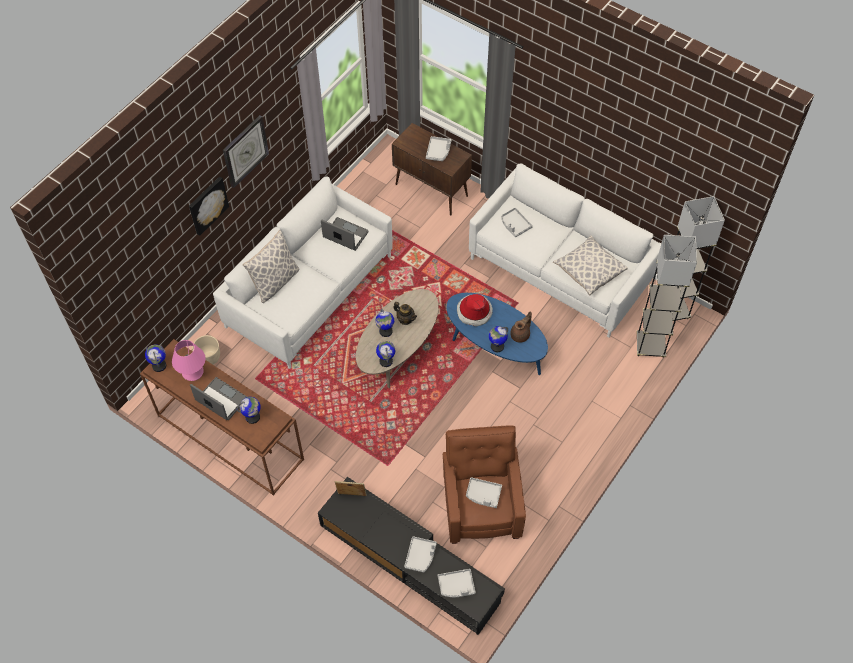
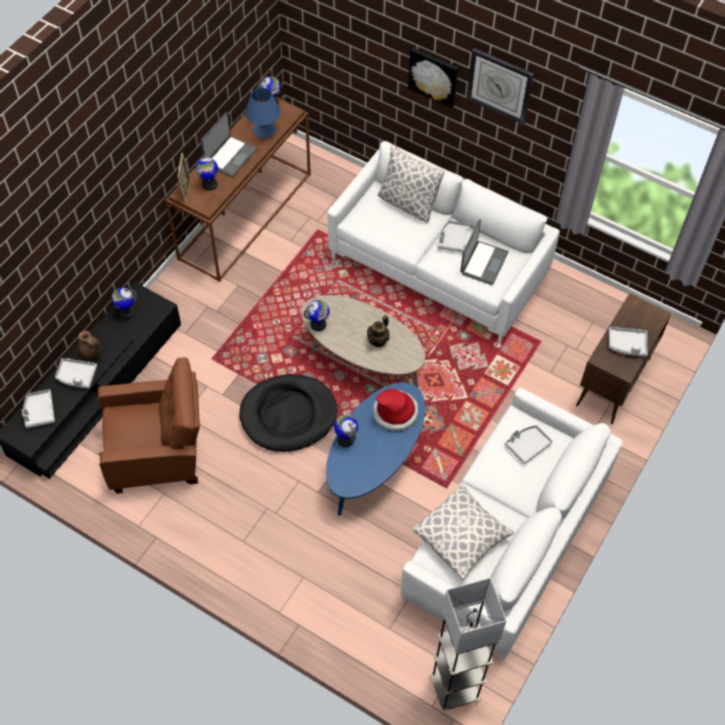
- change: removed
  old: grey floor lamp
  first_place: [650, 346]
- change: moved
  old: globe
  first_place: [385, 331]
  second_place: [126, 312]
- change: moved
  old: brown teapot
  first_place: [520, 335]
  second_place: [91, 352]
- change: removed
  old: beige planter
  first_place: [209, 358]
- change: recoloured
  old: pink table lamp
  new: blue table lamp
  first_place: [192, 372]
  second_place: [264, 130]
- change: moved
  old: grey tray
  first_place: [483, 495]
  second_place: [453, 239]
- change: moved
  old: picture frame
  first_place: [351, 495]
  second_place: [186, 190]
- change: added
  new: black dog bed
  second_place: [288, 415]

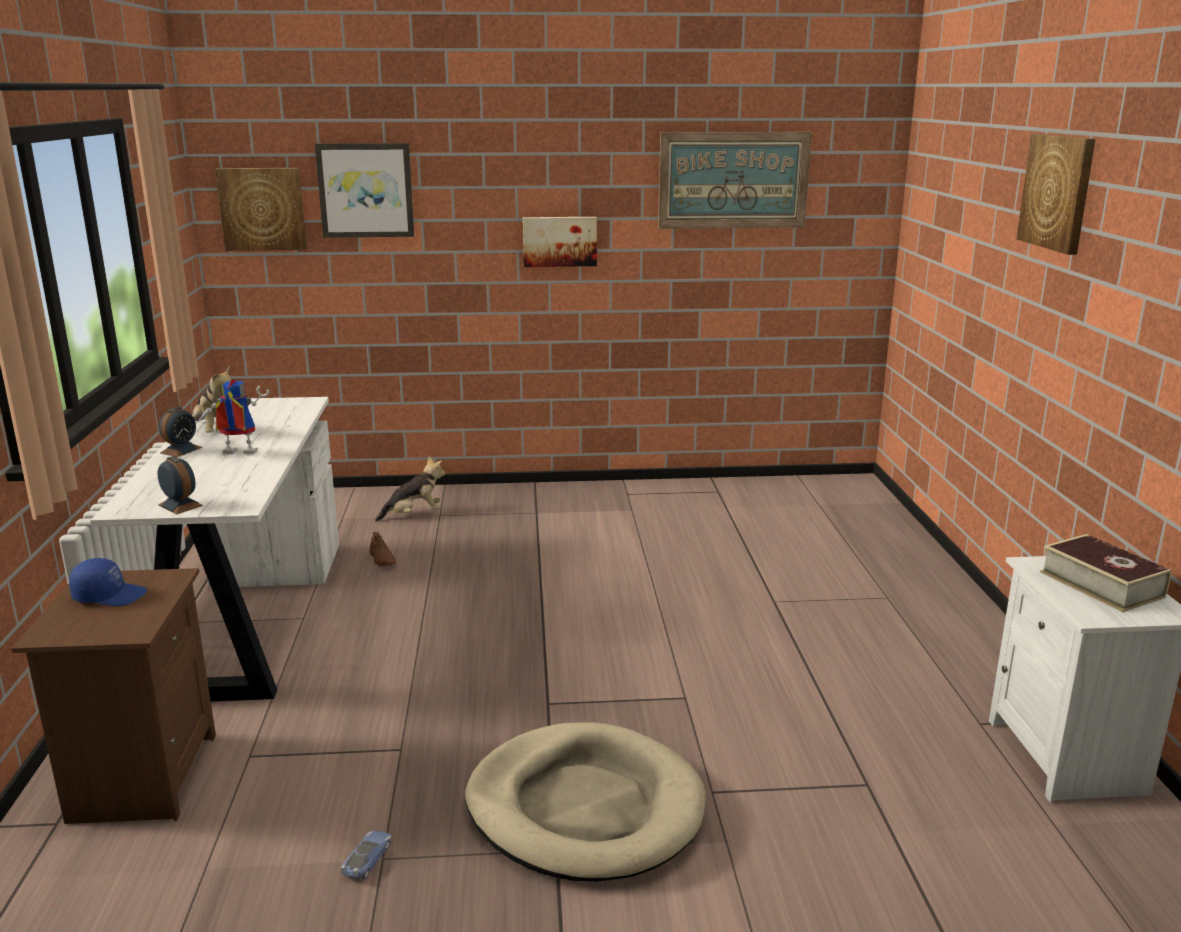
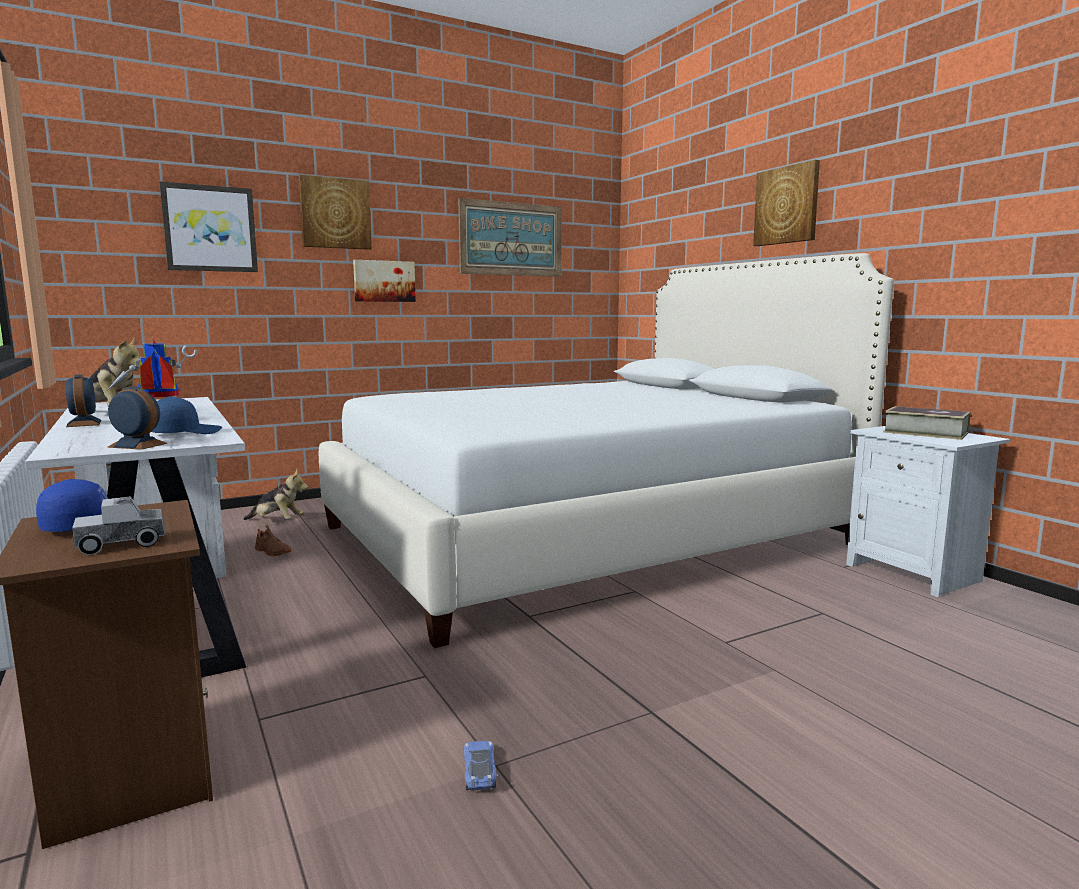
- change: moved
  old: picture
  first_place: [262, 209]
  second_place: [335, 213]
- change: turned
  old: alarm clock
  first_place: [181, 450]
  second_place: [84, 423]
  degrees: 150
- change: turned
  old: plush toy
  first_place: [414, 515]
  second_place: [277, 522]
  degrees: 60
- change: removed
  old: beige dog bed
  first_place: [585, 808]
- change: added
  new: white bed
  second_place: [587, 535]
- change: added
  new: blue cap
  second_place: [185, 433]
- change: added
  new: toy truck
  second_place: [122, 544]

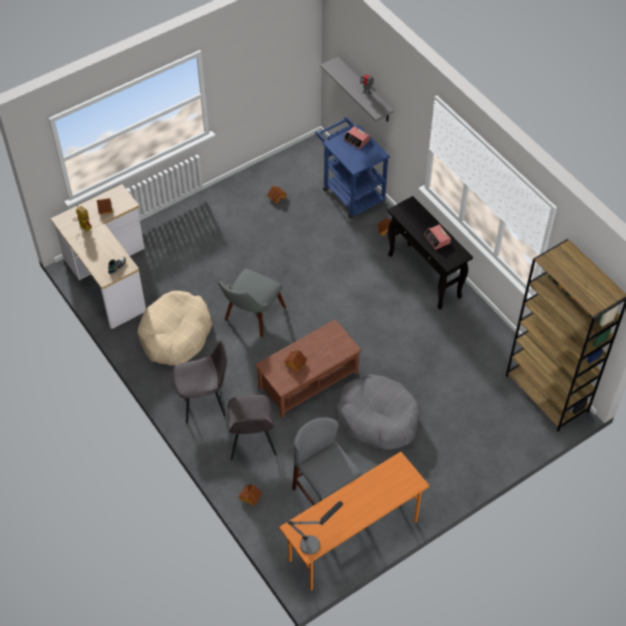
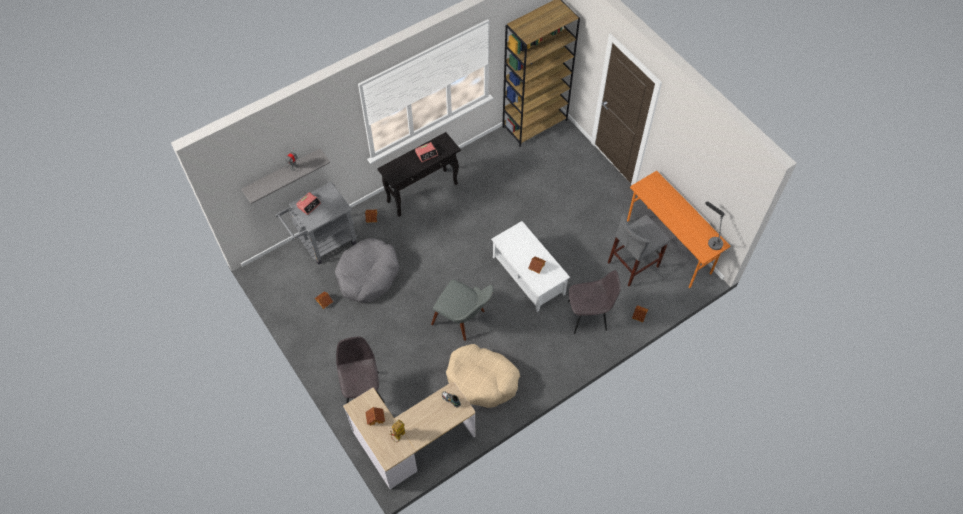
- change: recoloured
  old: blue cart
  new: grey cart
  first_place: [350, 192]
  second_place: [323, 243]
- change: recoloured
  old: brown coffee table
  new: white coffee table
  first_place: [308, 381]
  second_place: [529, 275]
- change: moved
  old: grey chair
  first_place: [204, 401]
  second_place: [362, 390]
- change: moved
  old: grey dog bed
  first_place: [378, 418]
  second_place: [368, 275]

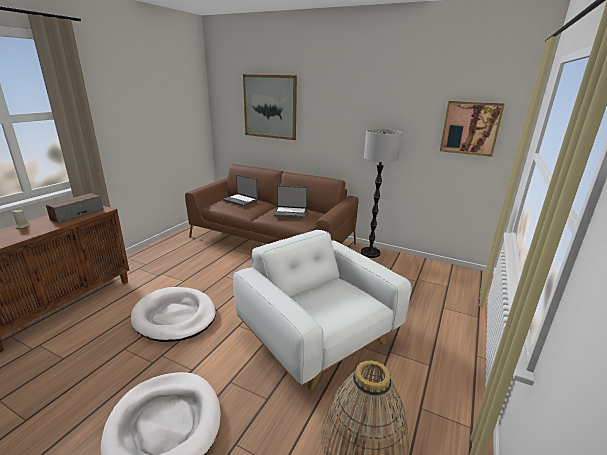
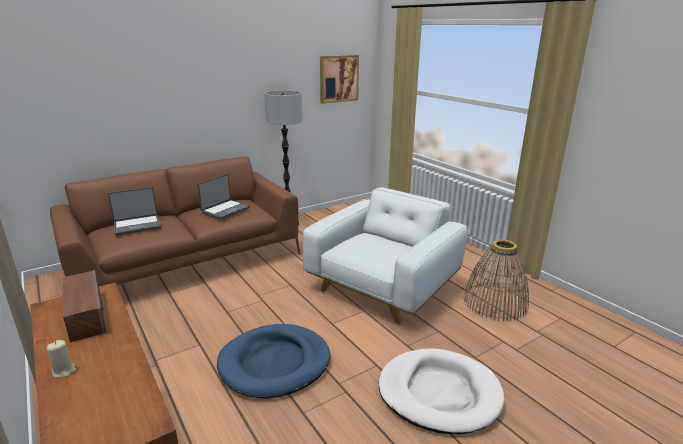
- change: removed
  old: picture
  first_place: [270, 107]
- change: turned
  old: white armchair
  first_place: [318, 336]
  second_place: [383, 287]
  degrees: 135
- change: recoloured
  old: white dog bed
  new: blue dog bed
  first_place: [175, 317]
  second_place: [275, 363]

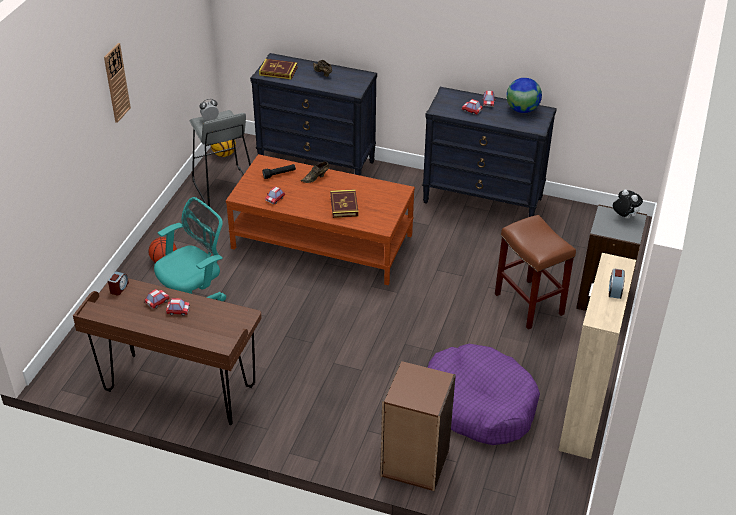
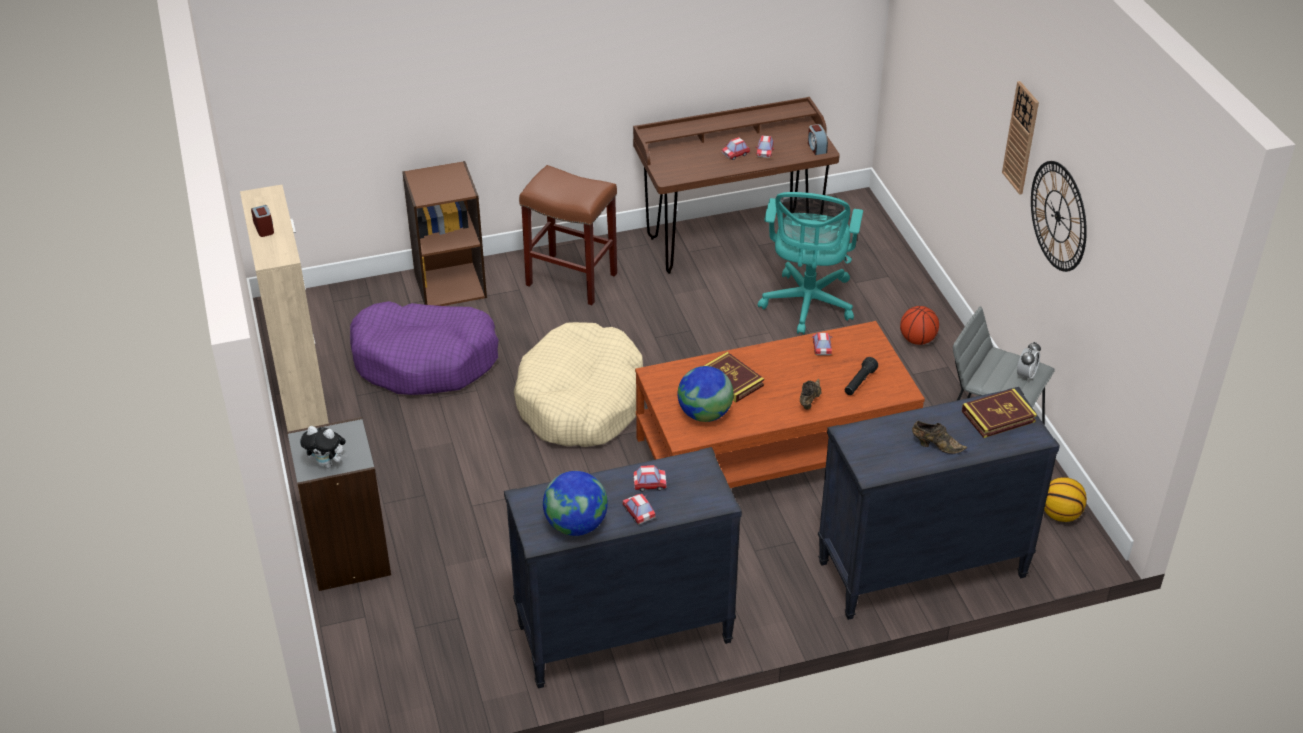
- change: moved
  old: brown stool
  first_place: [530, 304]
  second_place: [570, 279]
- change: added
  new: wall clock
  second_place: [1058, 216]
- change: added
  new: beige dog bed
  second_place: [581, 401]
- change: added
  new: globe
  second_place: [704, 414]

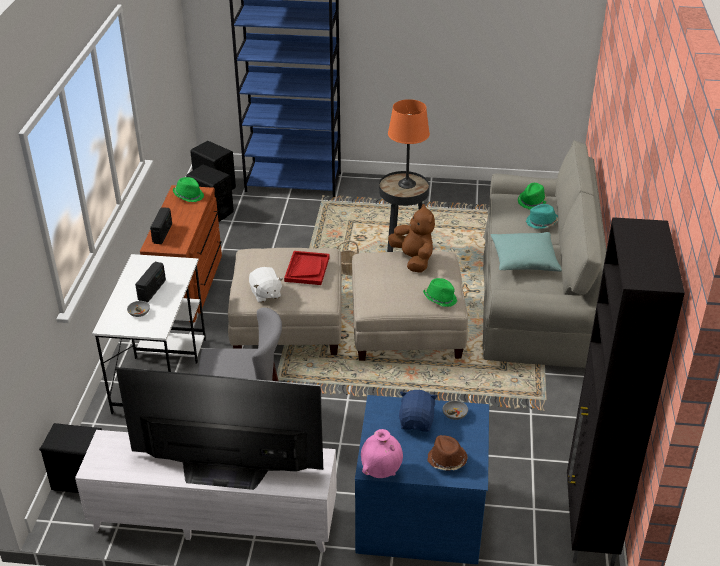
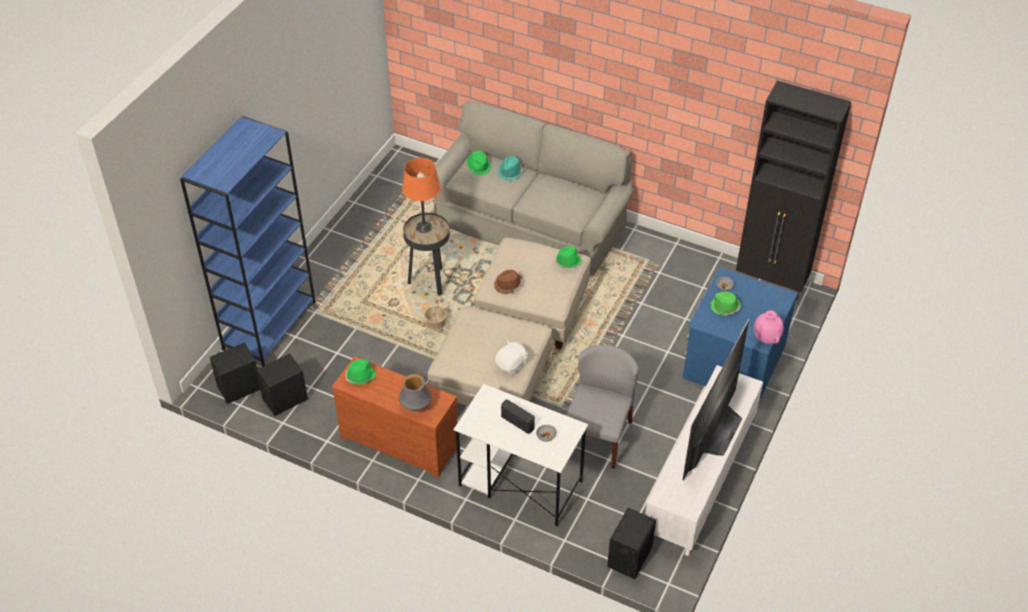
- change: removed
  old: brown plush toy
  first_place: [413, 259]
- change: replaced
  old: radio
  new: vase
  first_place: [162, 233]
  second_place: [415, 406]
- change: removed
  old: turquoise pillow
  first_place: [524, 261]
- change: removed
  old: red tray
  first_place: [307, 269]
- change: turned
  old: white plush toy
  first_place: [265, 294]
  second_place: [511, 365]
  degrees: -45
- change: replaced
  old: blue plush toy
  new: green hat
  first_place: [417, 422]
  second_place: [725, 307]
- change: moved
  old: brown hat
  first_place: [446, 460]
  second_place: [508, 285]

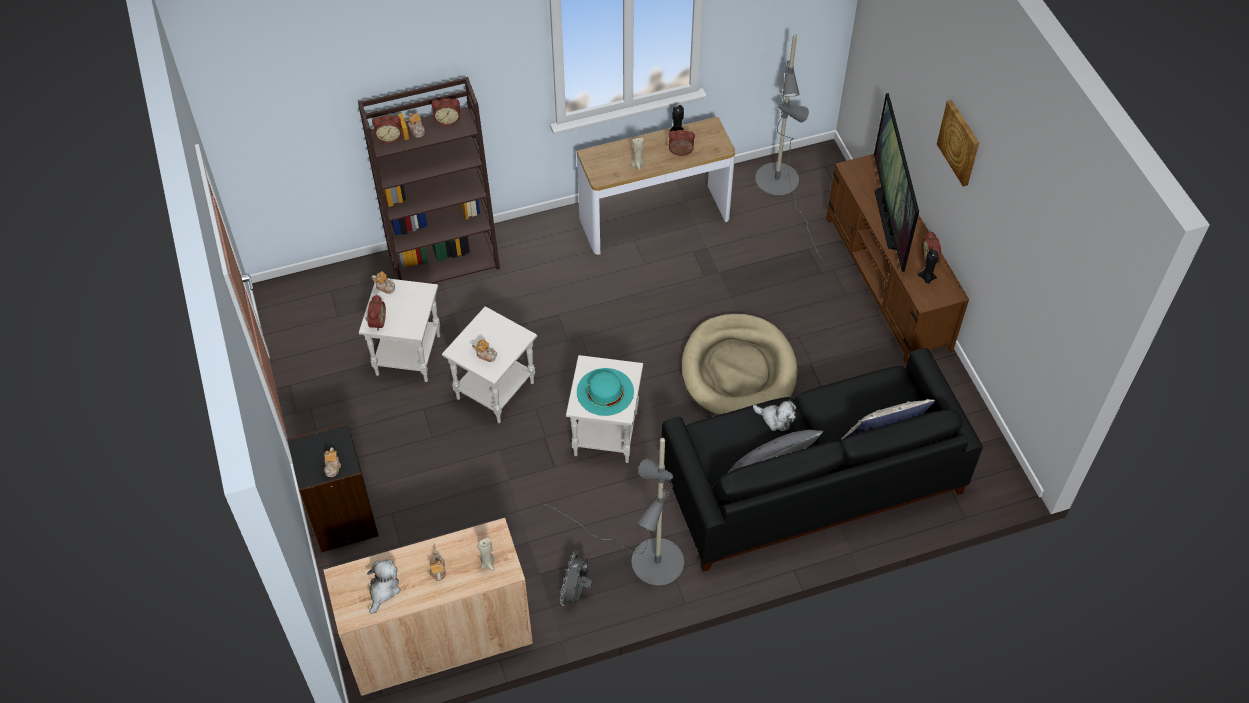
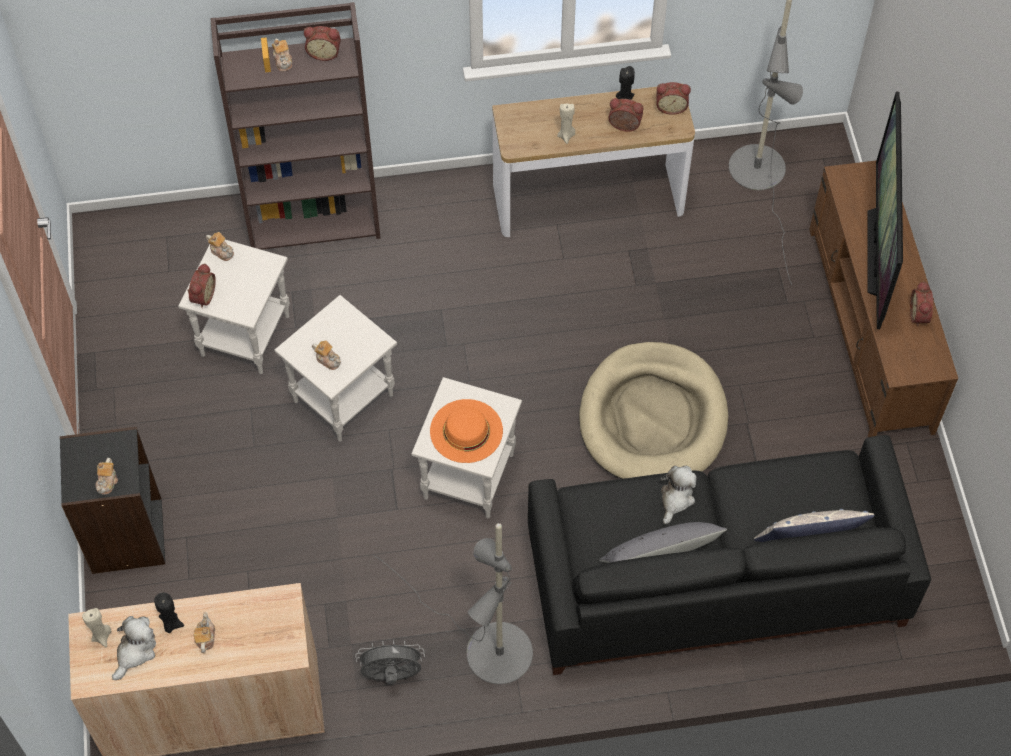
- change: removed
  old: picture
  first_place: [959, 142]
- change: moved
  old: alarm clock
  first_place: [389, 137]
  second_place: [671, 107]
- change: moved
  old: black candle
  first_place: [927, 278]
  second_place: [171, 623]
- change: recoloured
  old: turquoise hat
  new: orange hat
  first_place: [605, 391]
  second_place: [466, 431]
- change: turned
  old: plush toy
  first_place: [776, 419]
  second_place: [676, 499]
  degrees: -105
- change: moved
  old: beige candle
  first_place: [488, 563]
  second_place: [102, 636]
- change: turned
  old: grey fan
  first_place: [576, 592]
  second_place: [391, 676]
  degrees: 60

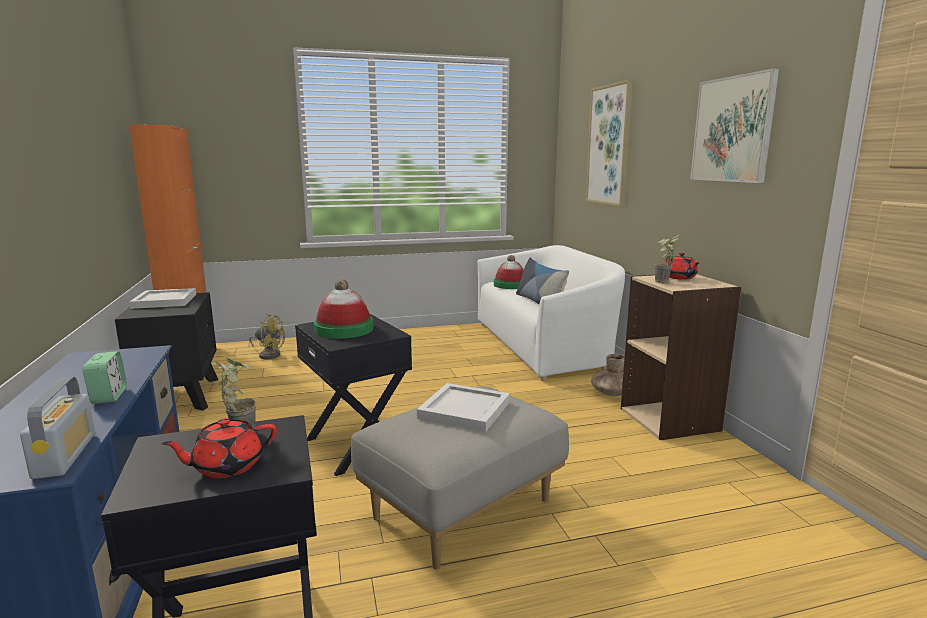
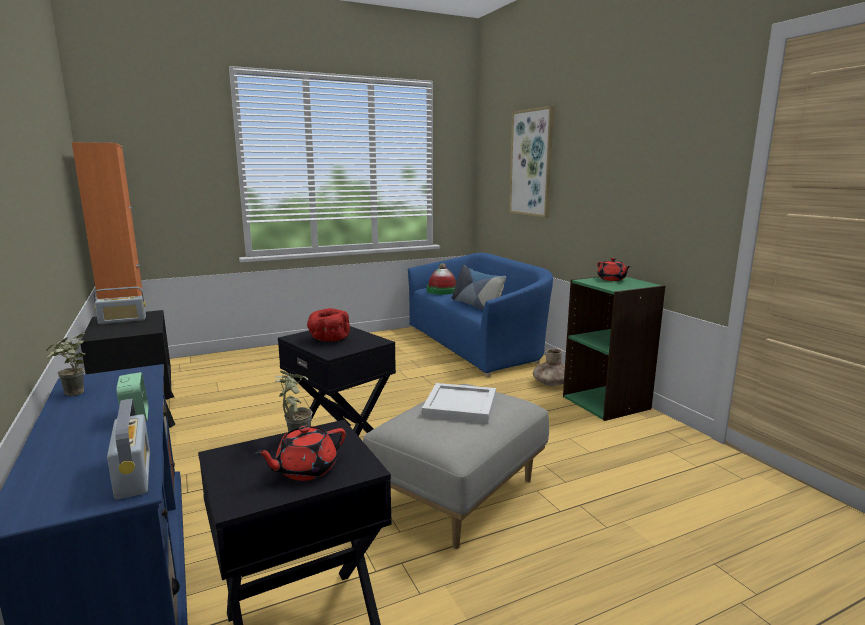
- change: removed
  old: picture
  first_place: [732, 129]
- change: moved
  old: potted plant
  first_place: [663, 283]
  second_place: [73, 395]
- change: recoloured
  old: white sofa
  new: blue sofa
  first_place: [543, 345]
  second_place: [476, 345]
- change: recoloured
  old: beige bookcase
  new: green bookcase
  first_place: [670, 419]
  second_place: [606, 402]
- change: replaced
  old: hat
  new: red bowl
  first_place: [344, 329]
  second_place: [328, 339]
- change: replaced
  old: white tray
  new: radio
  first_place: [166, 301]
  second_place: [122, 320]
- change: removed
  old: yellow fan
  first_place: [269, 354]

